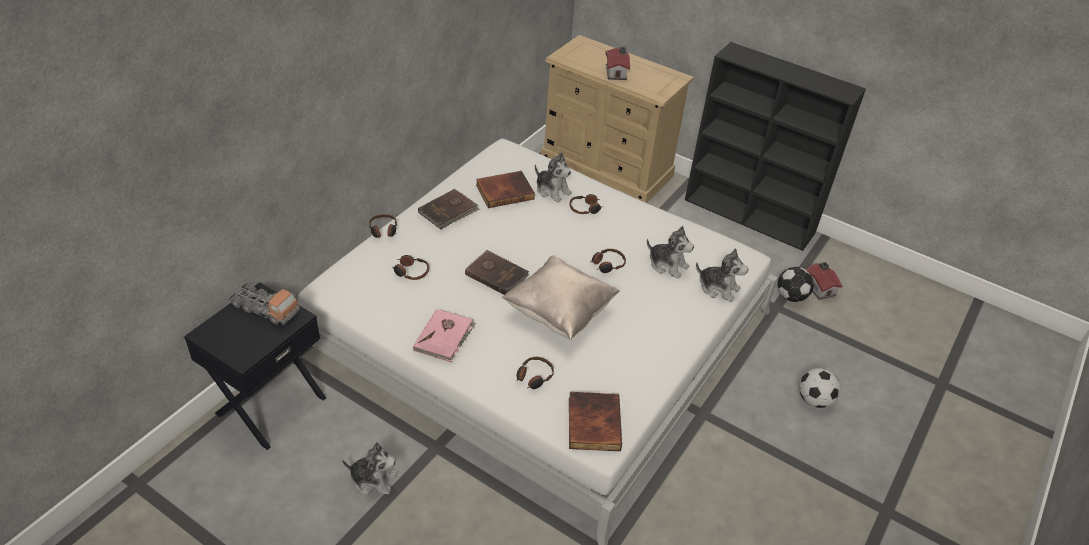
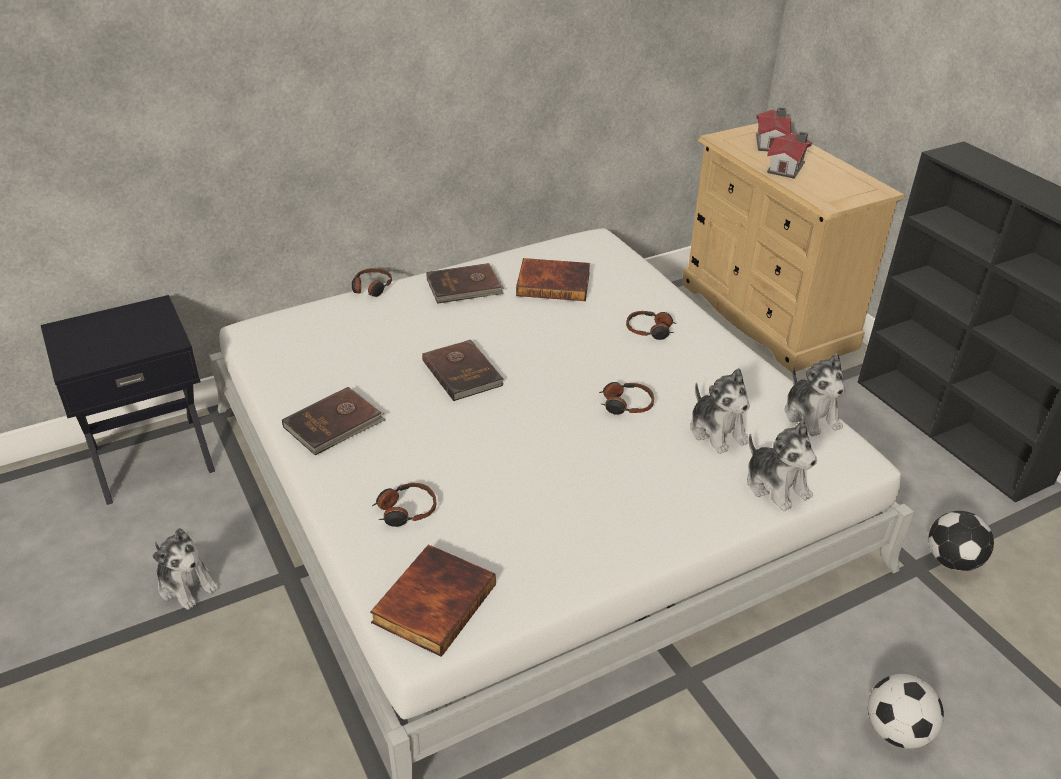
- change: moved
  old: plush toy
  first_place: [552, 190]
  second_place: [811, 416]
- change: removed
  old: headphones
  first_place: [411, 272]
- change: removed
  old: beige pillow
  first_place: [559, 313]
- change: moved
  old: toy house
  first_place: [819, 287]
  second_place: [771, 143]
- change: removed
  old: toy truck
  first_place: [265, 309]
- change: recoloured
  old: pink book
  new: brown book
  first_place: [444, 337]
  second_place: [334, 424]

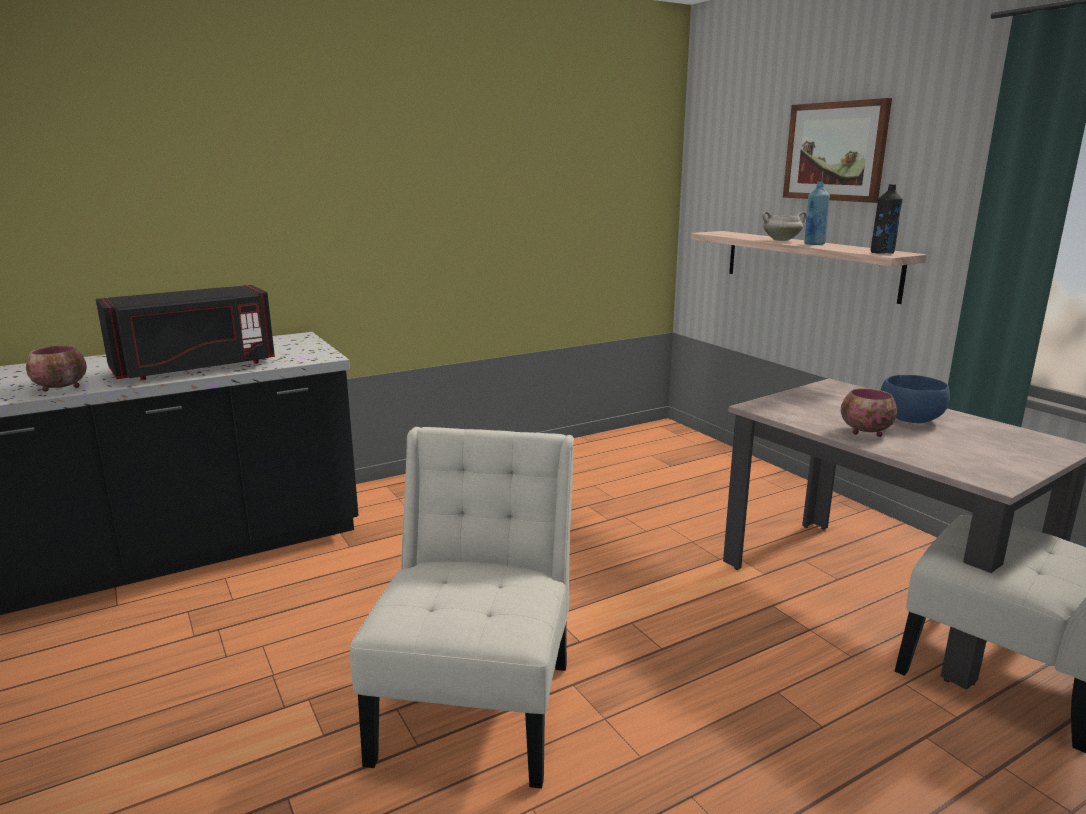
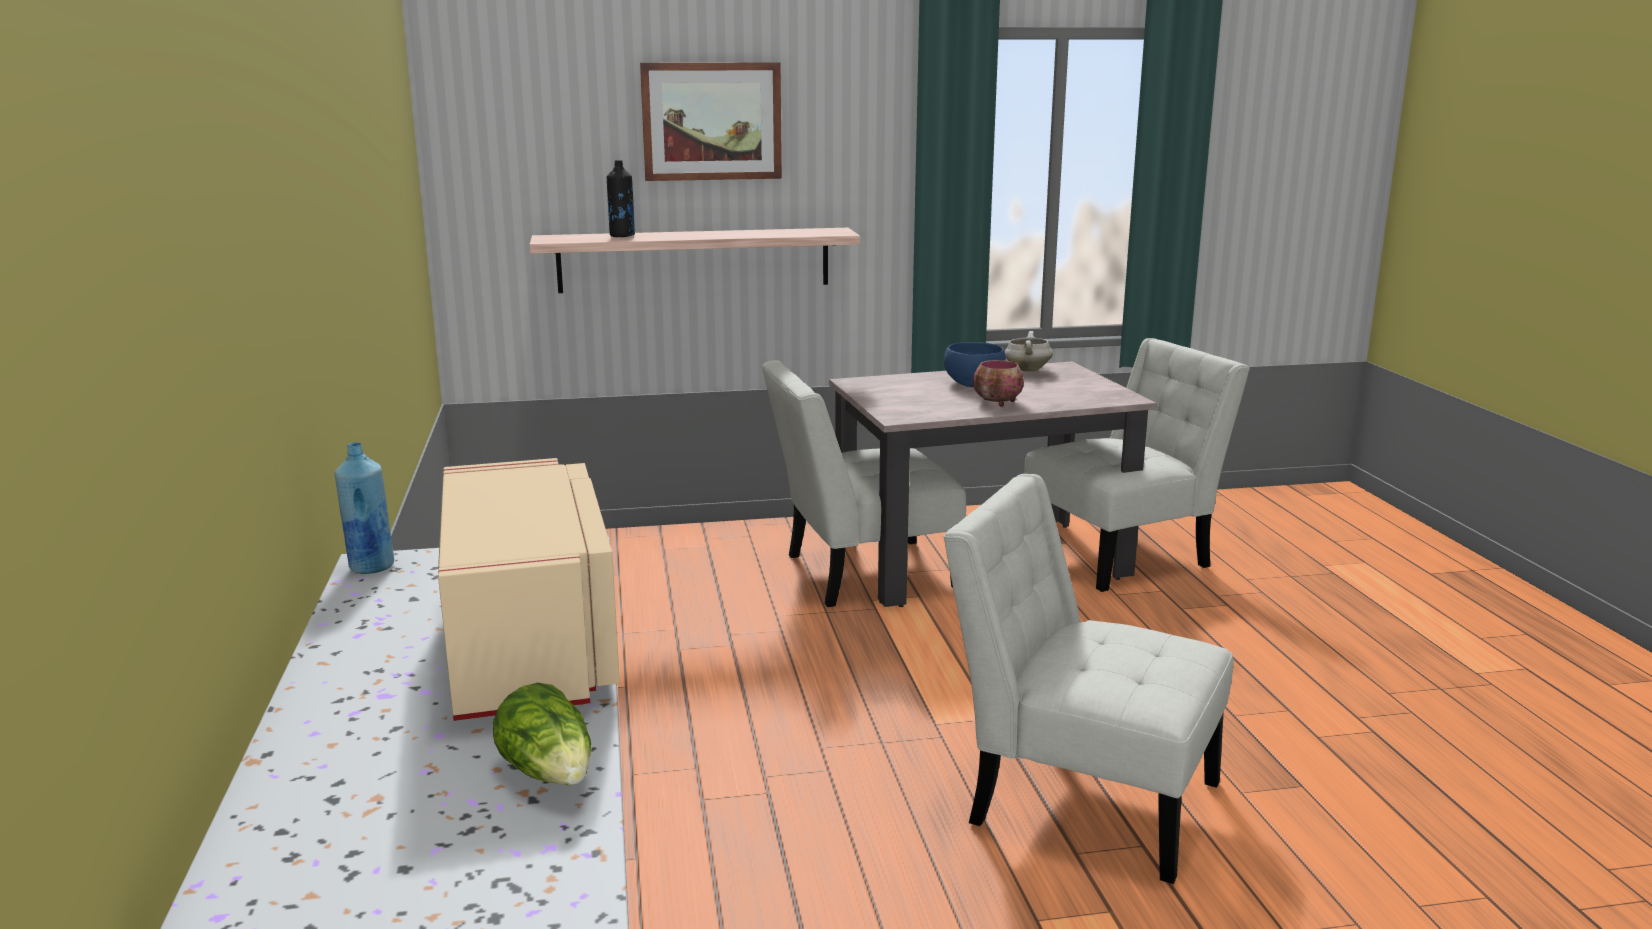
- change: moved
  old: blue bottle
  first_place: [814, 244]
  second_place: [371, 567]
- change: moved
  old: black bottle
  first_place: [882, 253]
  second_place: [622, 236]
- change: moved
  old: white cooking pot
  first_place: [781, 240]
  second_place: [1027, 370]
- change: recoloured
  old: black microwave
  new: beige microwave
  first_place: [195, 368]
  second_place: [530, 649]
- change: replaced
  old: bowl
  new: lettuce
  first_place: [62, 388]
  second_place: [550, 773]
- change: added
  new: white chair
  second_place: [861, 574]

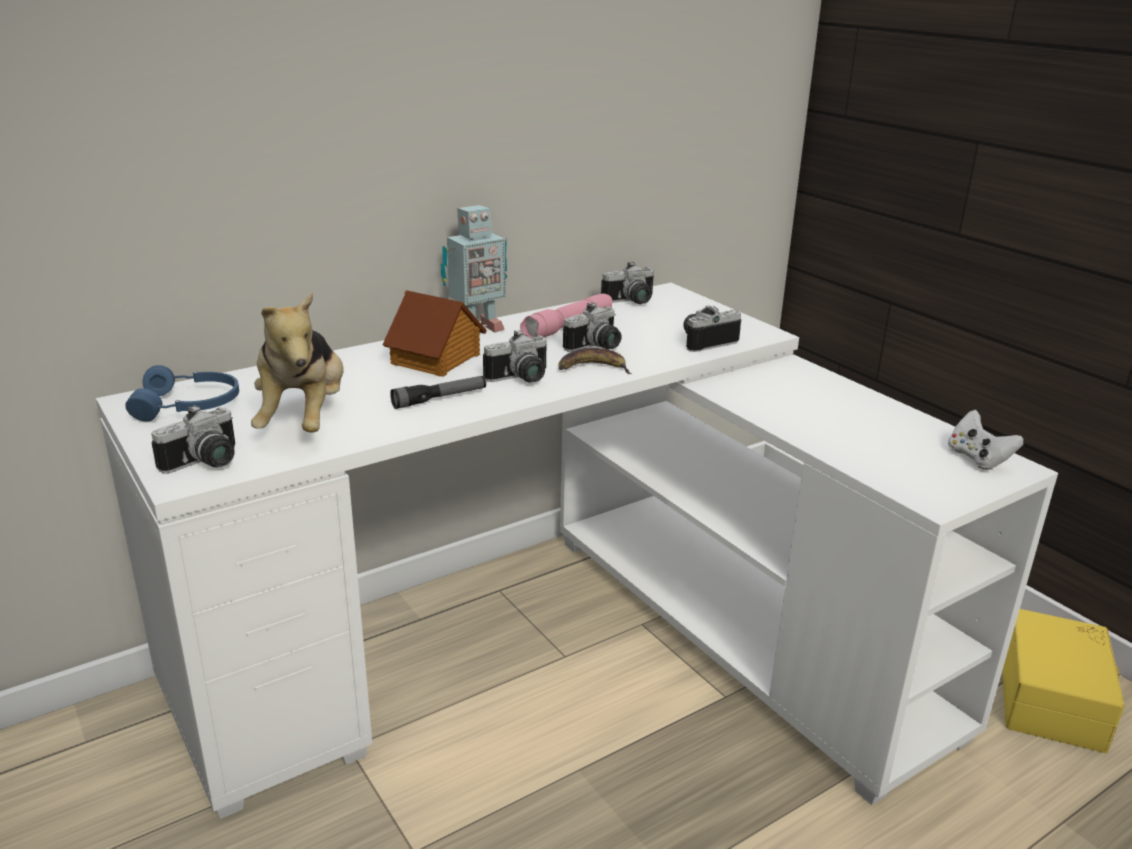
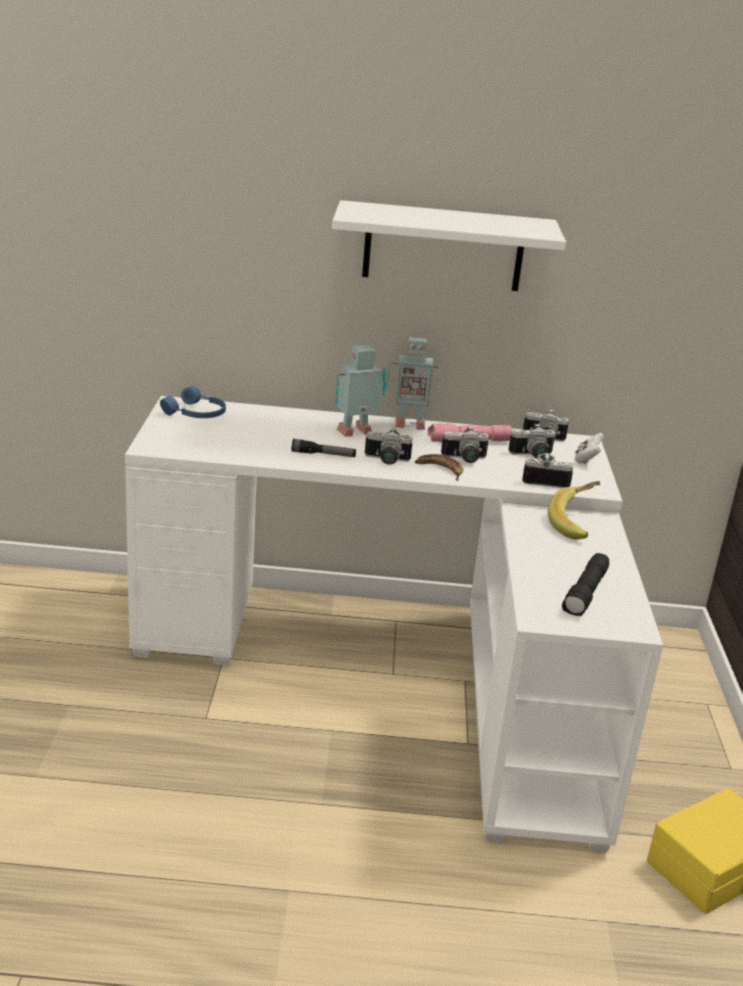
- change: replaced
  old: toy house
  new: toy robot
  first_place: [437, 359]
  second_place: [356, 433]
- change: removed
  old: plush toy
  first_place: [305, 419]
- change: moved
  old: photo camera
  first_place: [206, 464]
  second_place: [533, 456]
- change: moved
  old: white game controller
  first_place: [977, 459]
  second_place: [586, 459]
- change: added
  new: white shelf
  second_place: [443, 247]
- change: added
  new: banana
  second_place: [578, 524]
- change: added
  new: black flashlight
  second_place: [586, 593]

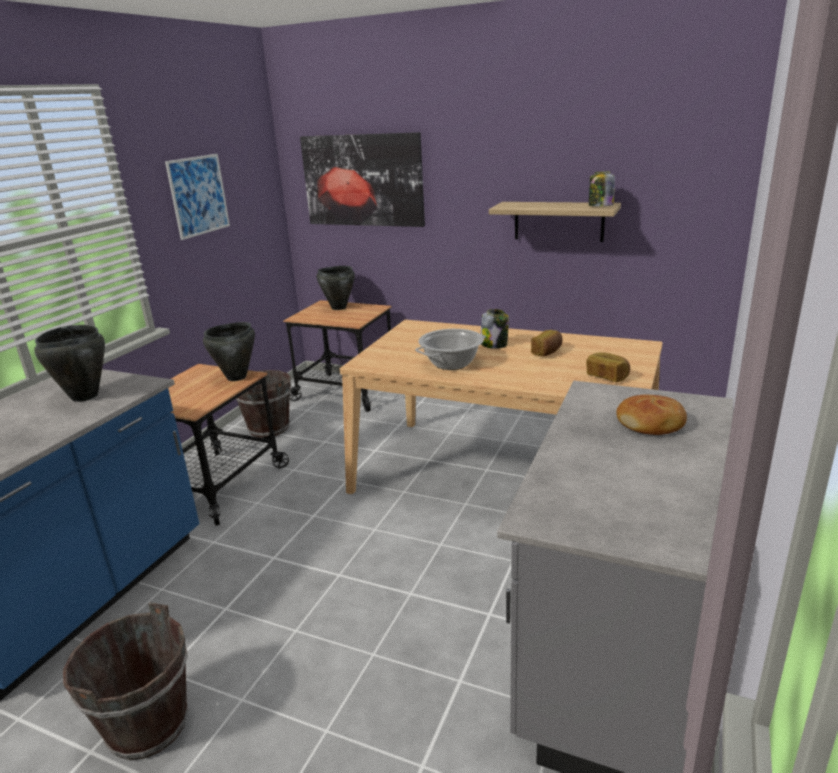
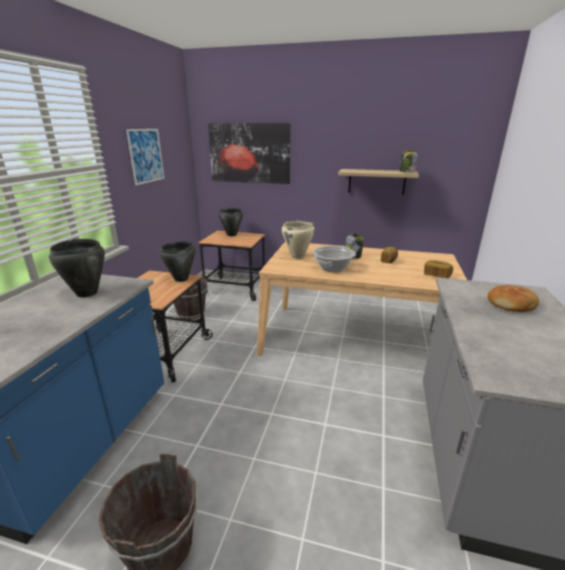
- change: added
  new: beige cooking pot
  second_place: [297, 256]

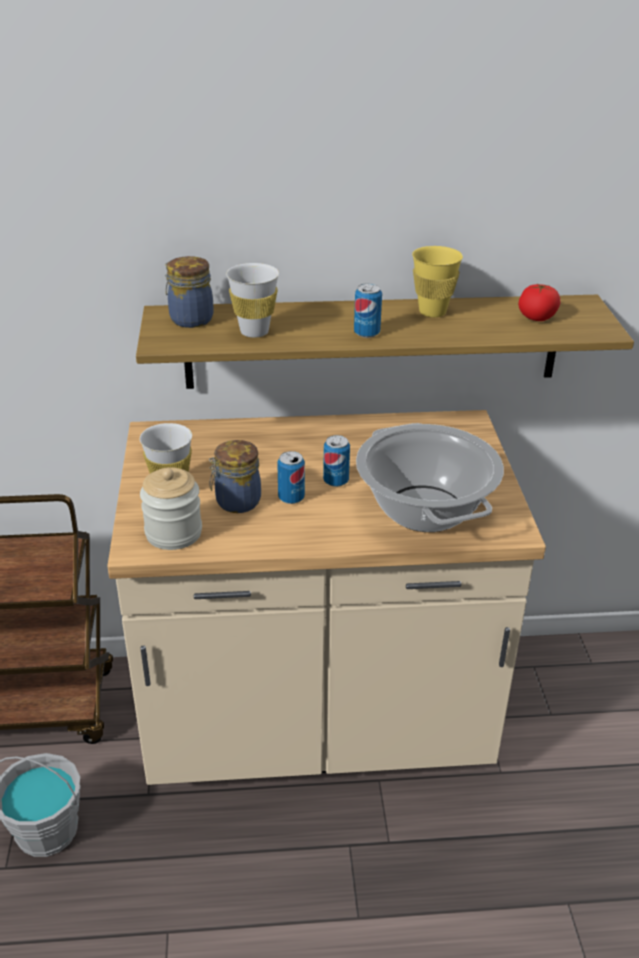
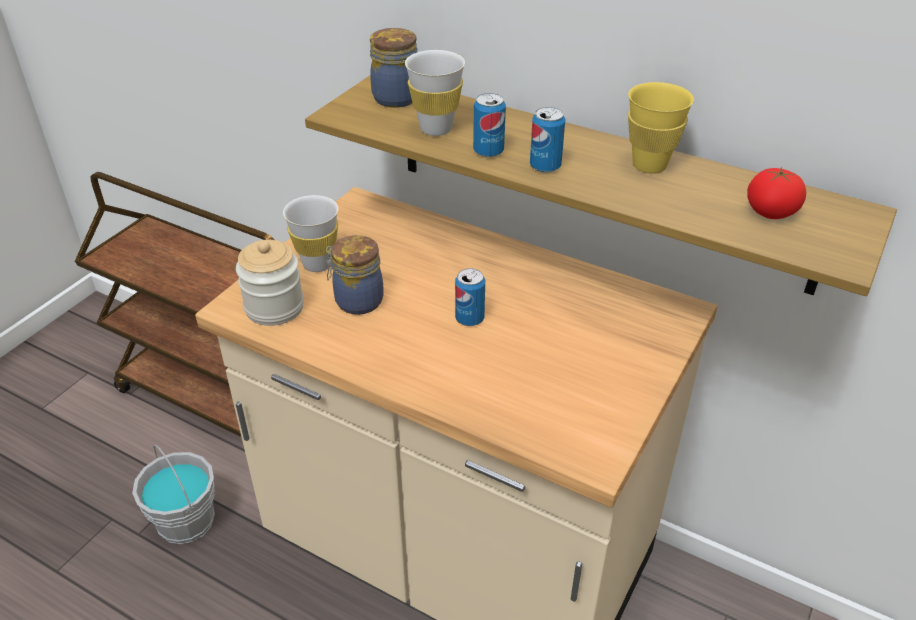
- change: removed
  old: cooking pot
  first_place: [424, 509]
- change: moved
  old: can
  first_place: [291, 498]
  second_place: [488, 151]

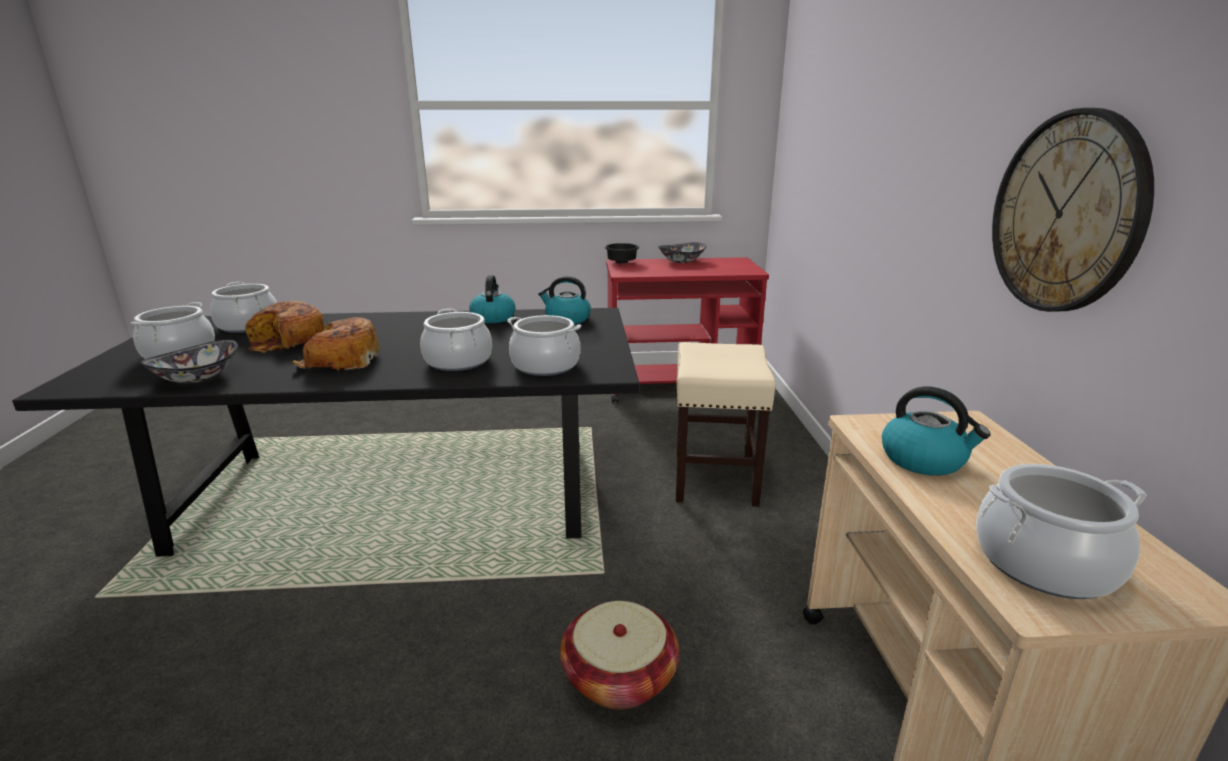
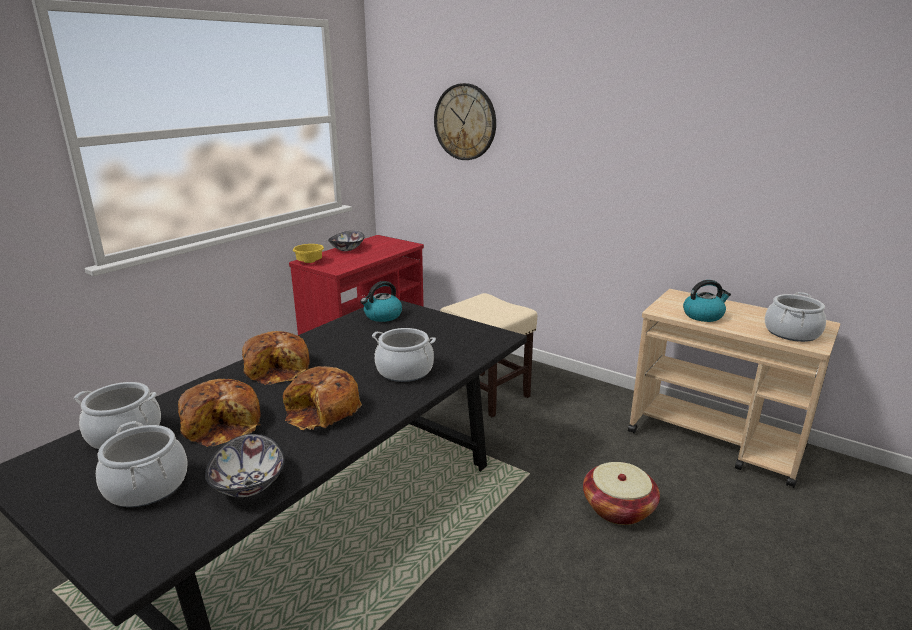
- change: moved
  old: wall clock
  first_place: [1066, 213]
  second_place: [465, 122]
- change: recoloured
  old: black bowl
  new: yellow bowl
  first_place: [622, 263]
  second_place: [310, 262]
- change: removed
  old: kettle
  first_place: [493, 317]
- change: removed
  old: cooking pot
  first_place: [545, 365]
- change: added
  new: bread
  second_place: [278, 368]

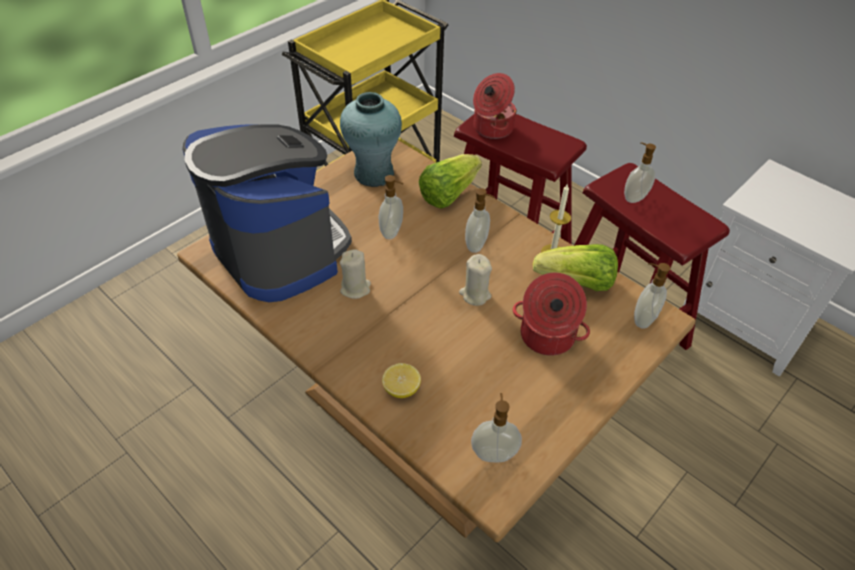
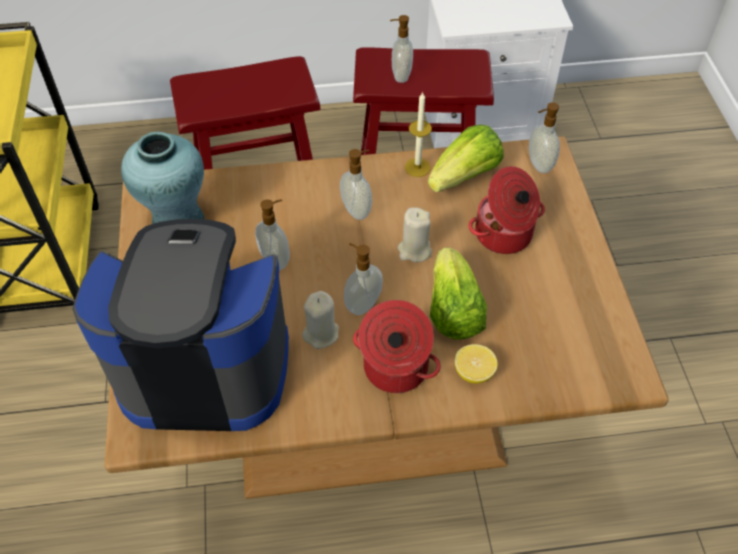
- change: moved
  old: cooking pot
  first_place: [491, 128]
  second_place: [394, 369]
- change: moved
  old: lettuce
  first_place: [448, 194]
  second_place: [453, 311]
- change: moved
  old: soap dispenser
  first_place: [494, 453]
  second_place: [362, 303]

